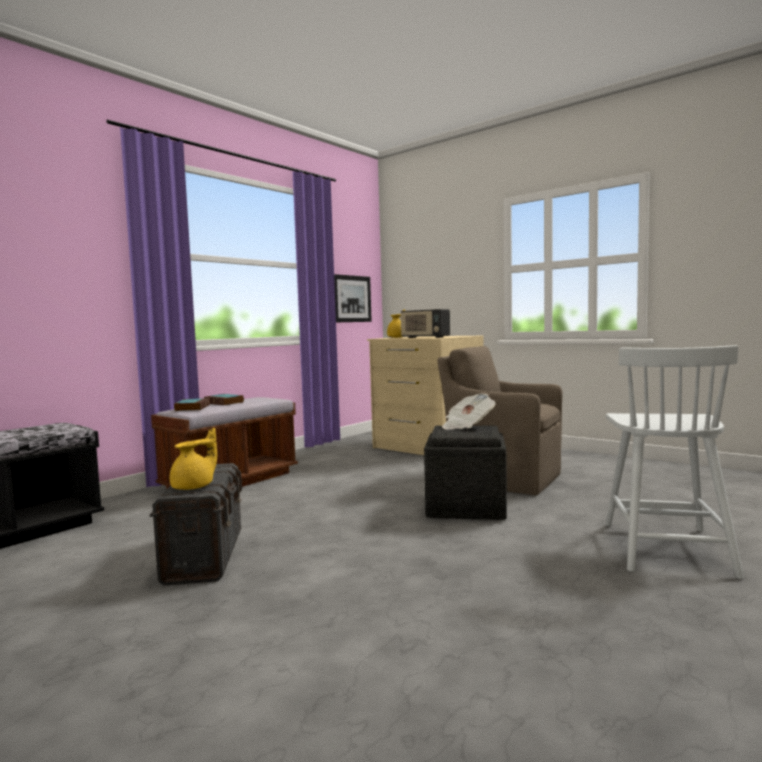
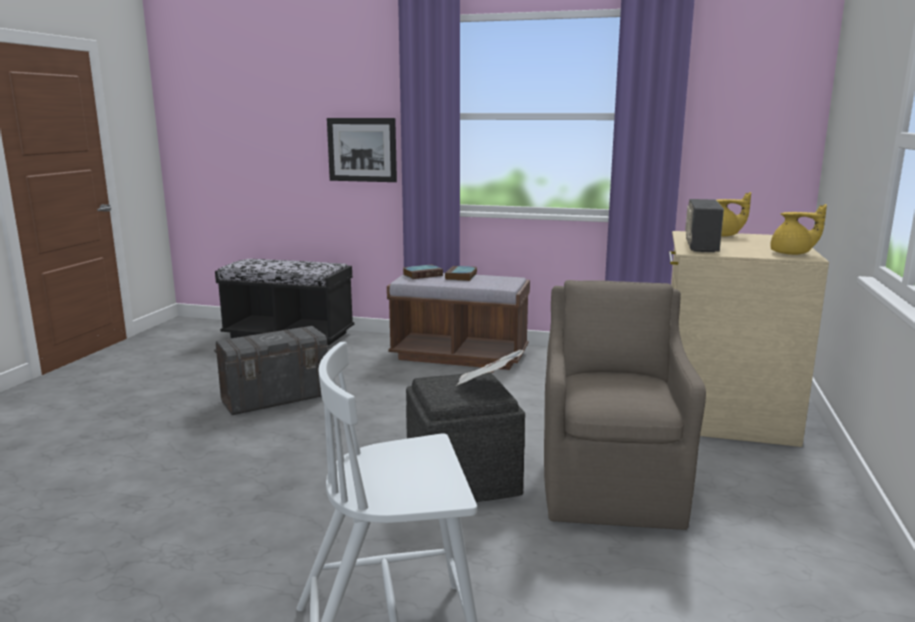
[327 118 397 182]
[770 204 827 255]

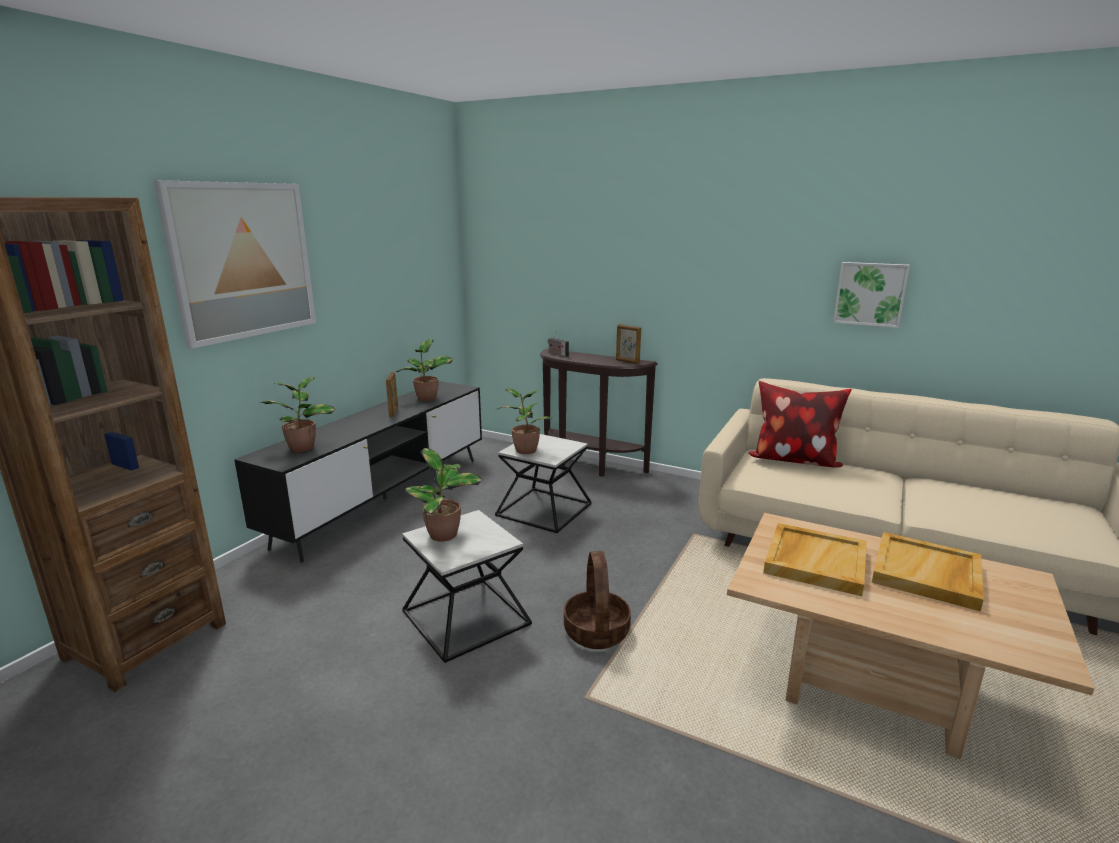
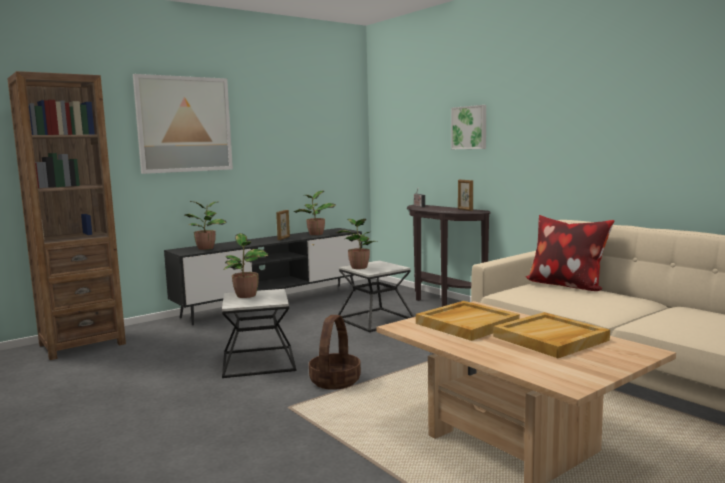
[451 105 486 149]

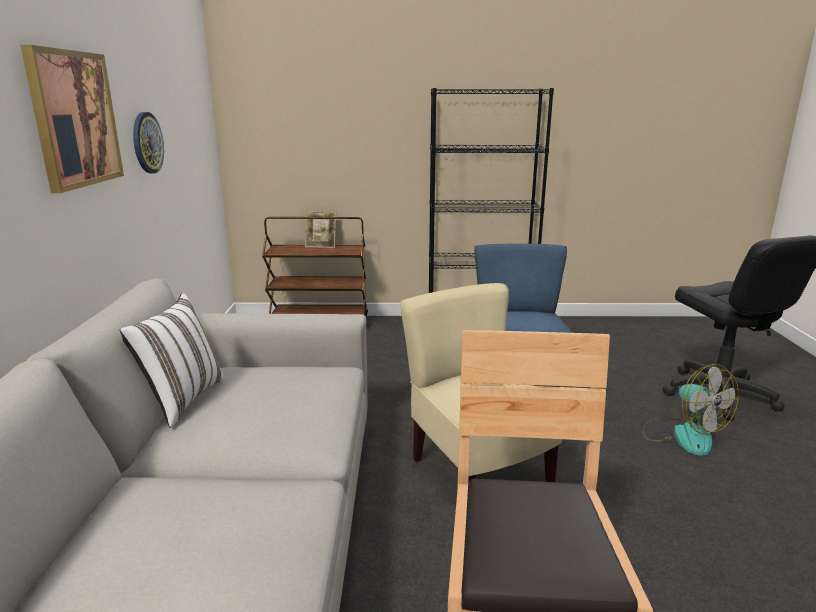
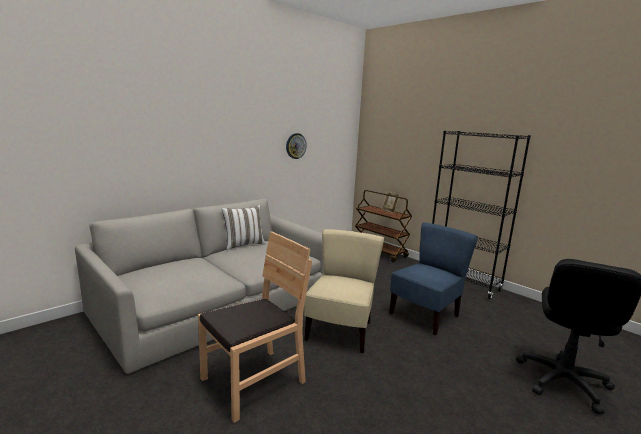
[20 45 124 193] (first image)
[642 364 739 456] (first image)

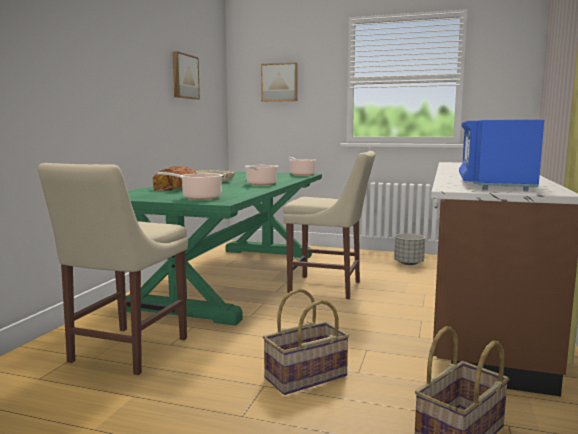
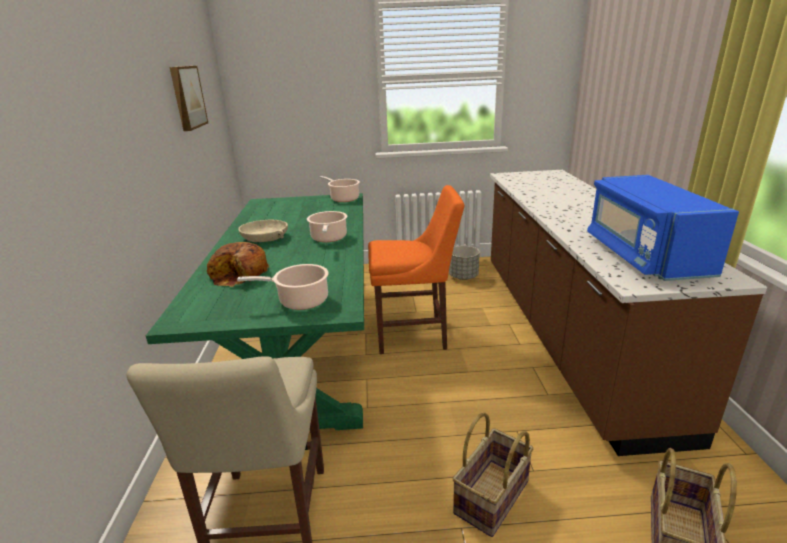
[261 62 298 102] (first image)
[368 185 464 354]

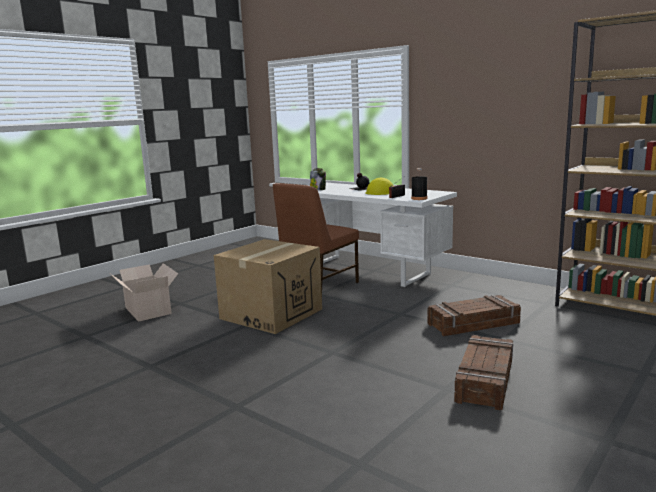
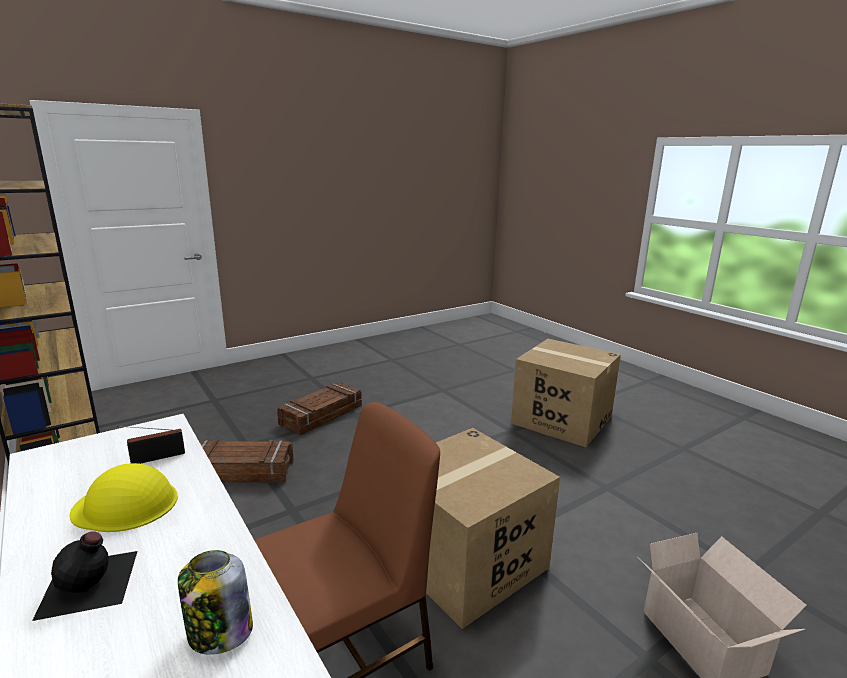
[411 168 427 200] (first image)
[511 339 621 447]

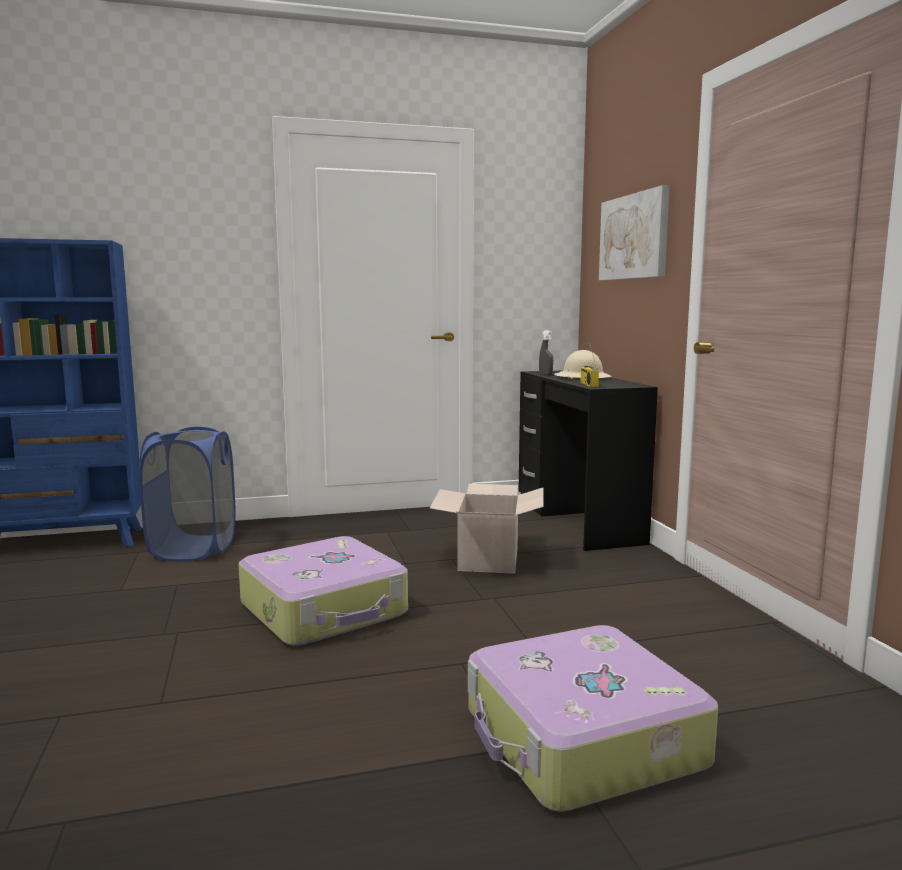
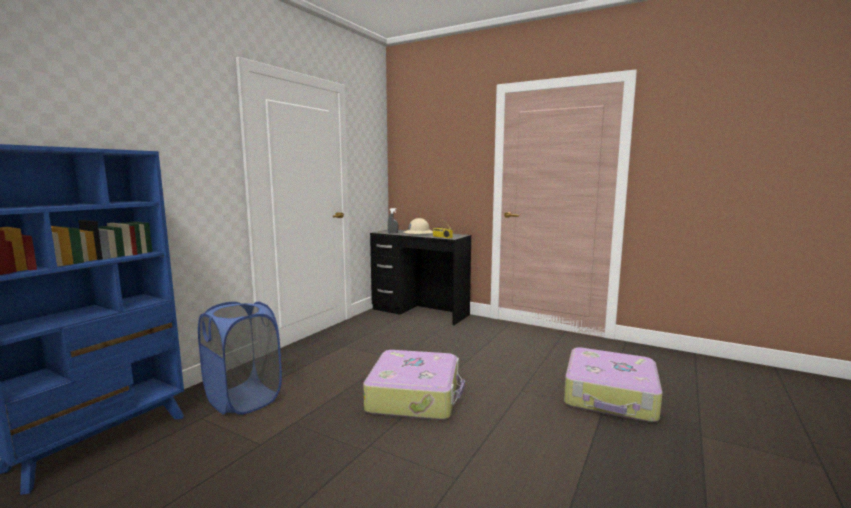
[599 185 670 280] (first image)
[430 484 544 574] (first image)

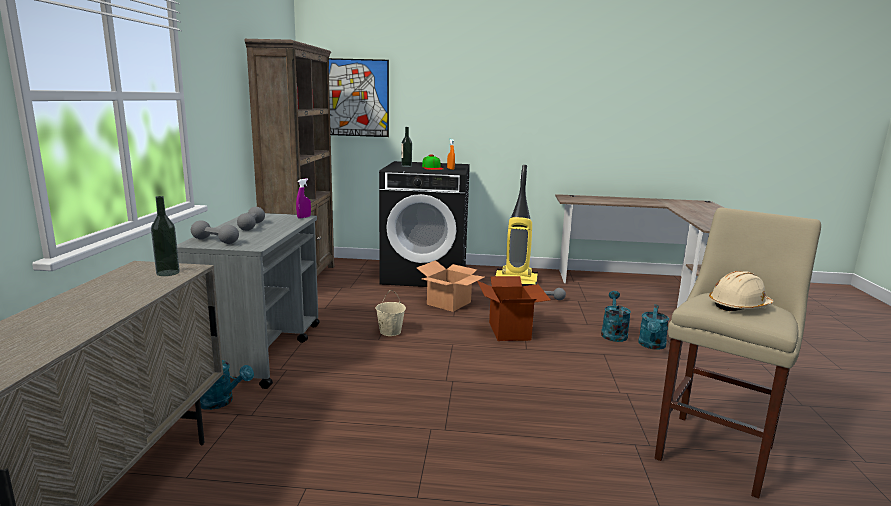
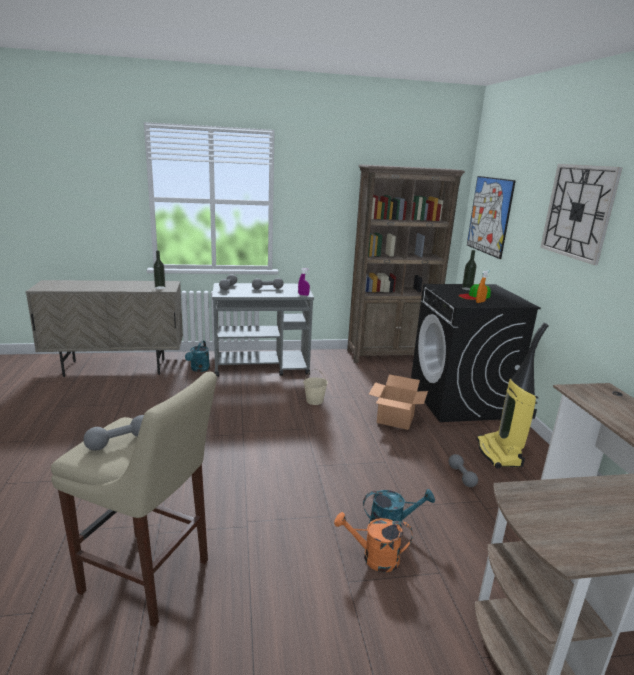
[83 415 144 451]
[477 276 551 341] (first image)
[334 512 413 572]
[540 164 623 265]

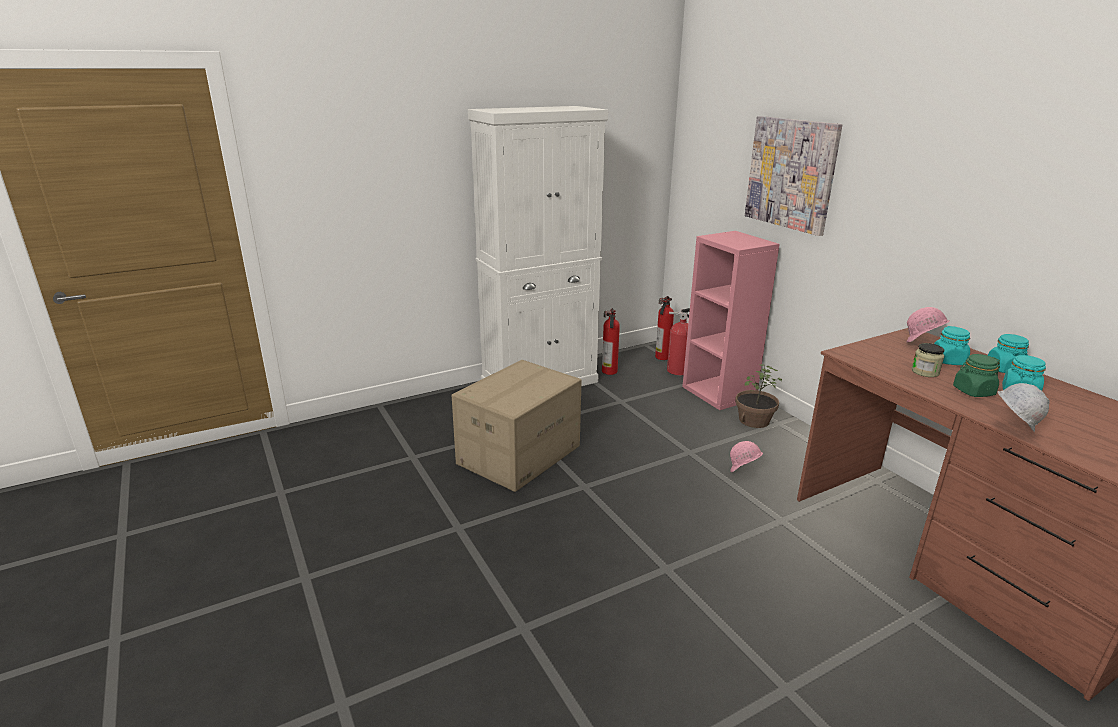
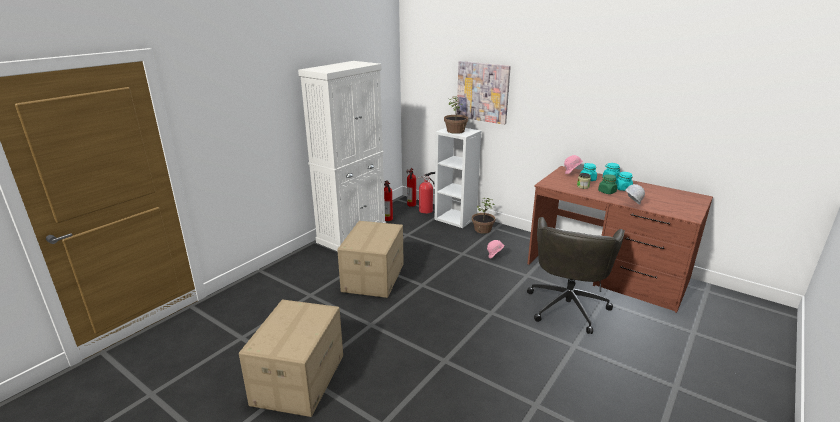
[435 127 481 228]
[444 96 468 134]
[527 217 625 334]
[239 300 343 417]

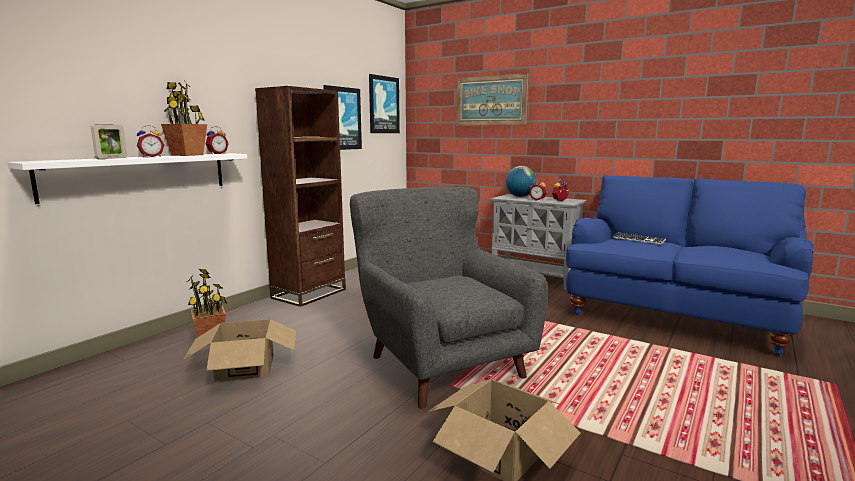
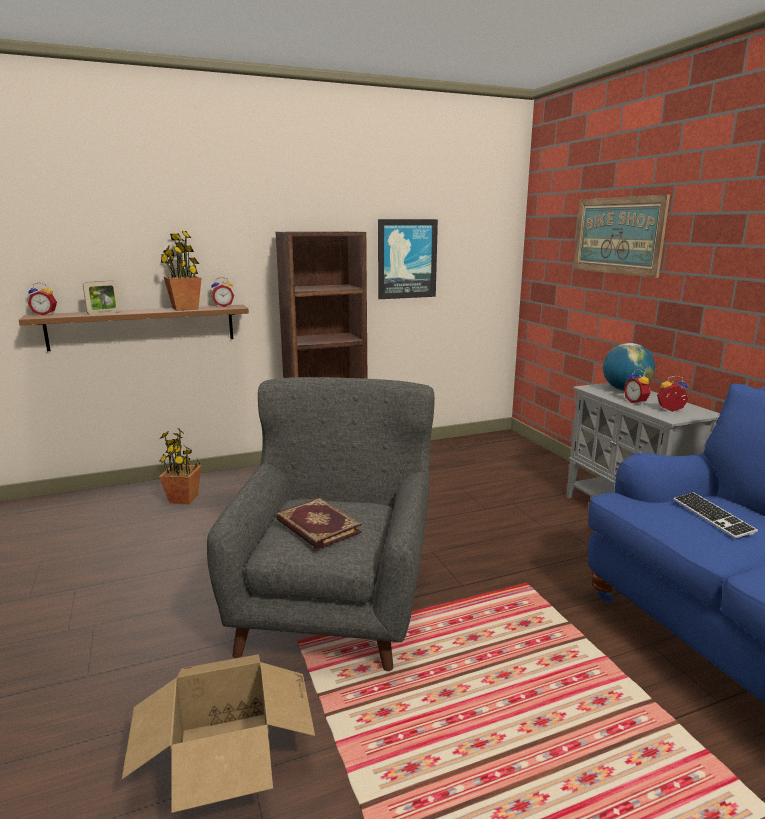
[369 74 400 133] (first image)
[28 282 57 316]
[19 305 249 351]
[183 319 296 382] (first image)
[276 498 362 550]

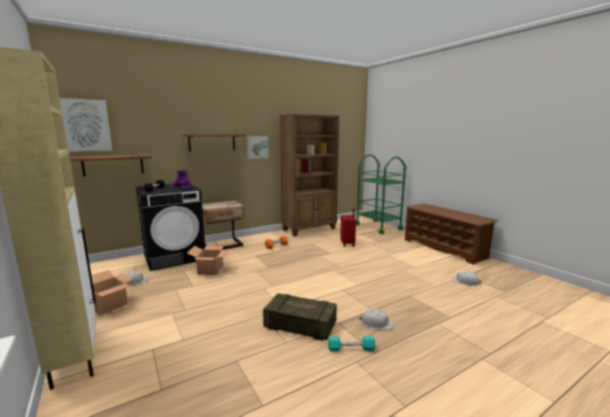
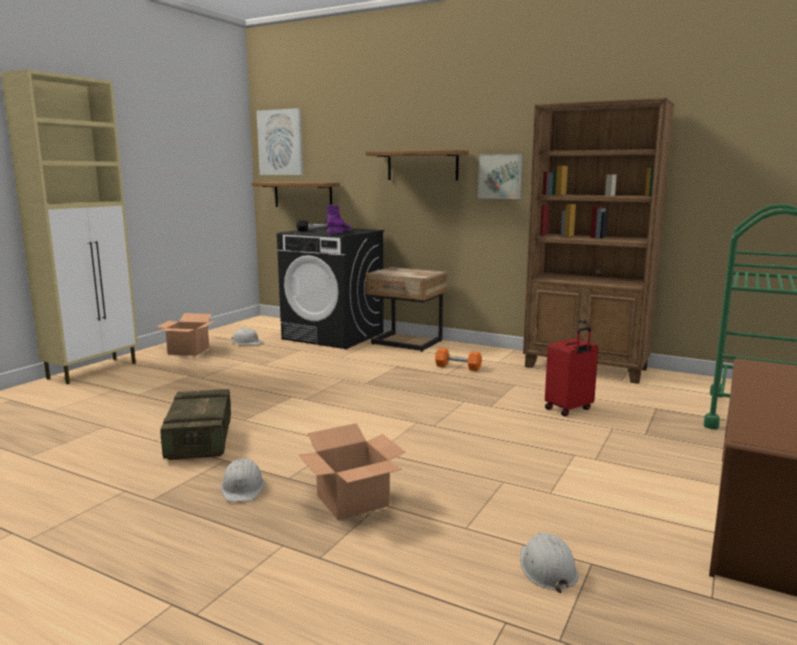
[298 423 405 520]
[328 336 375 351] (first image)

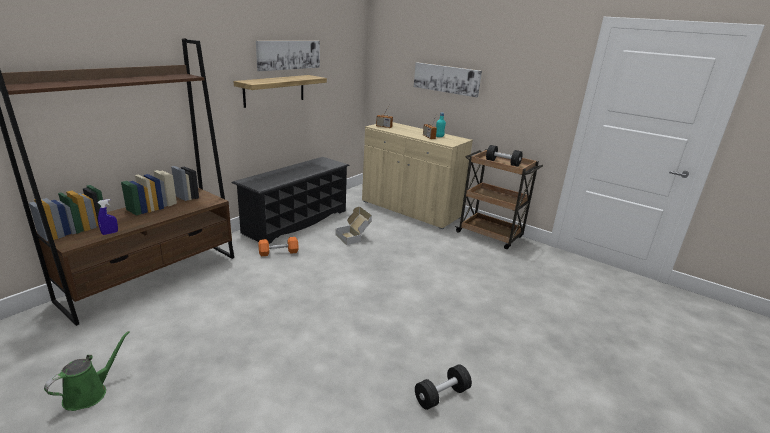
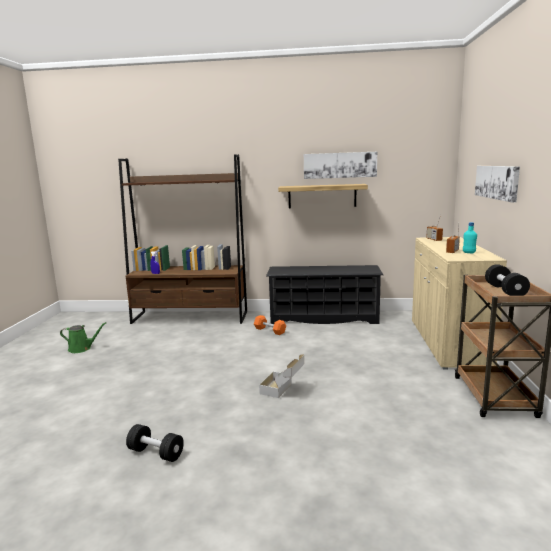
[259 354 304 398]

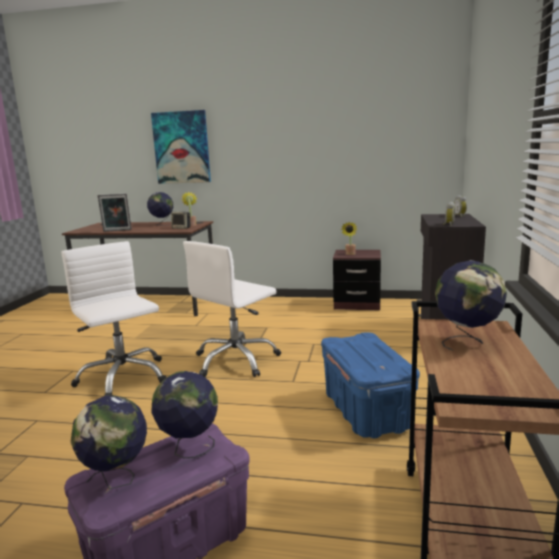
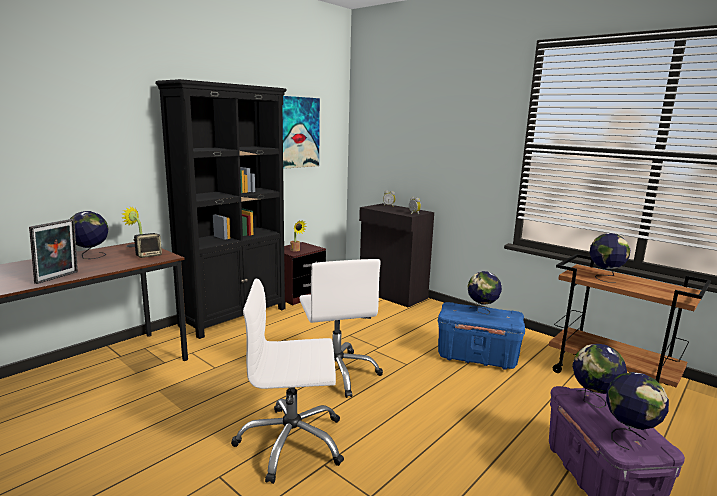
[282 96 320 169]
[155 79 287 339]
[468 271 502 315]

